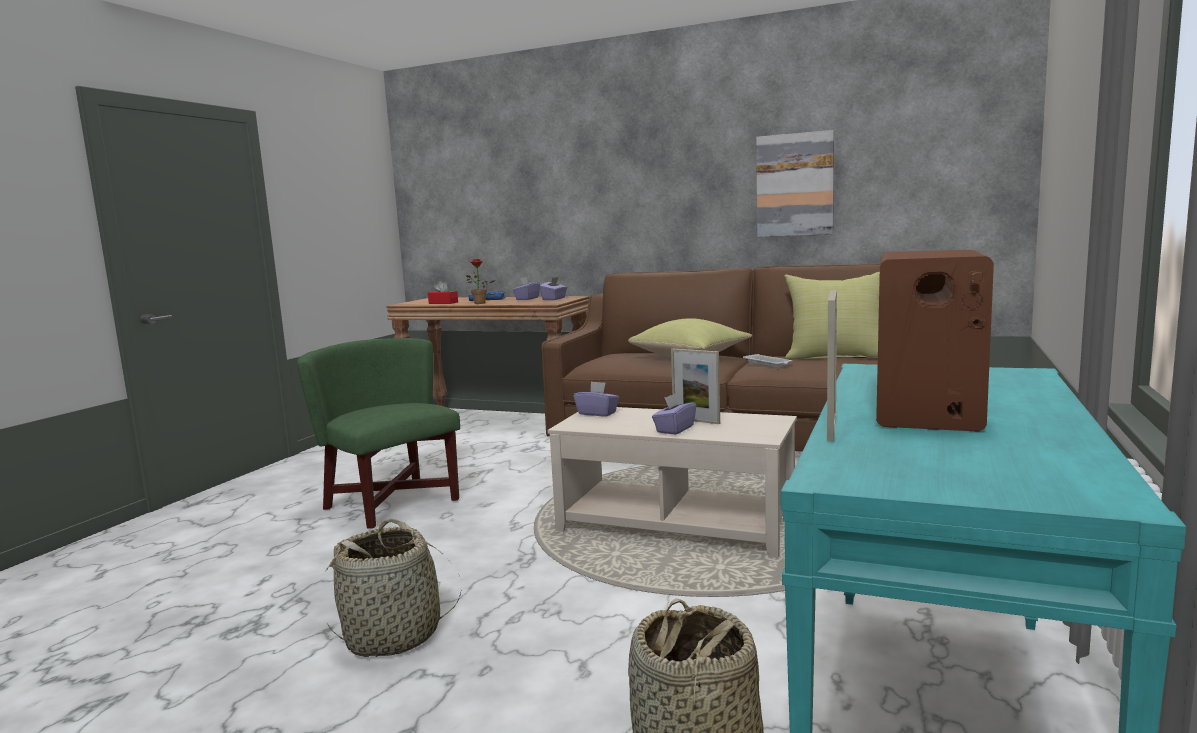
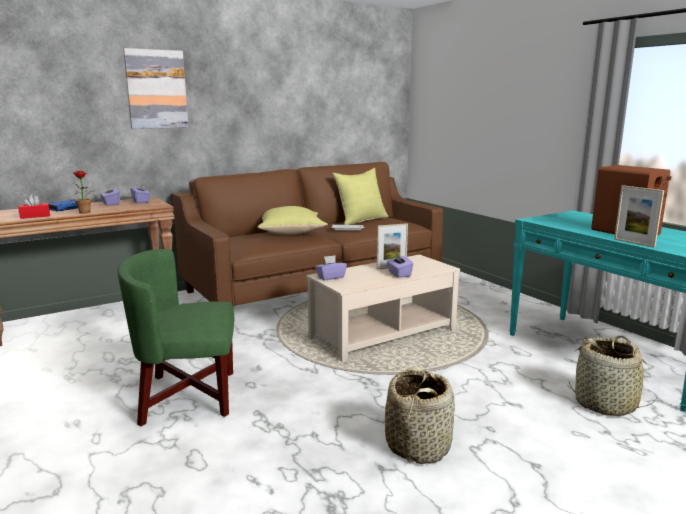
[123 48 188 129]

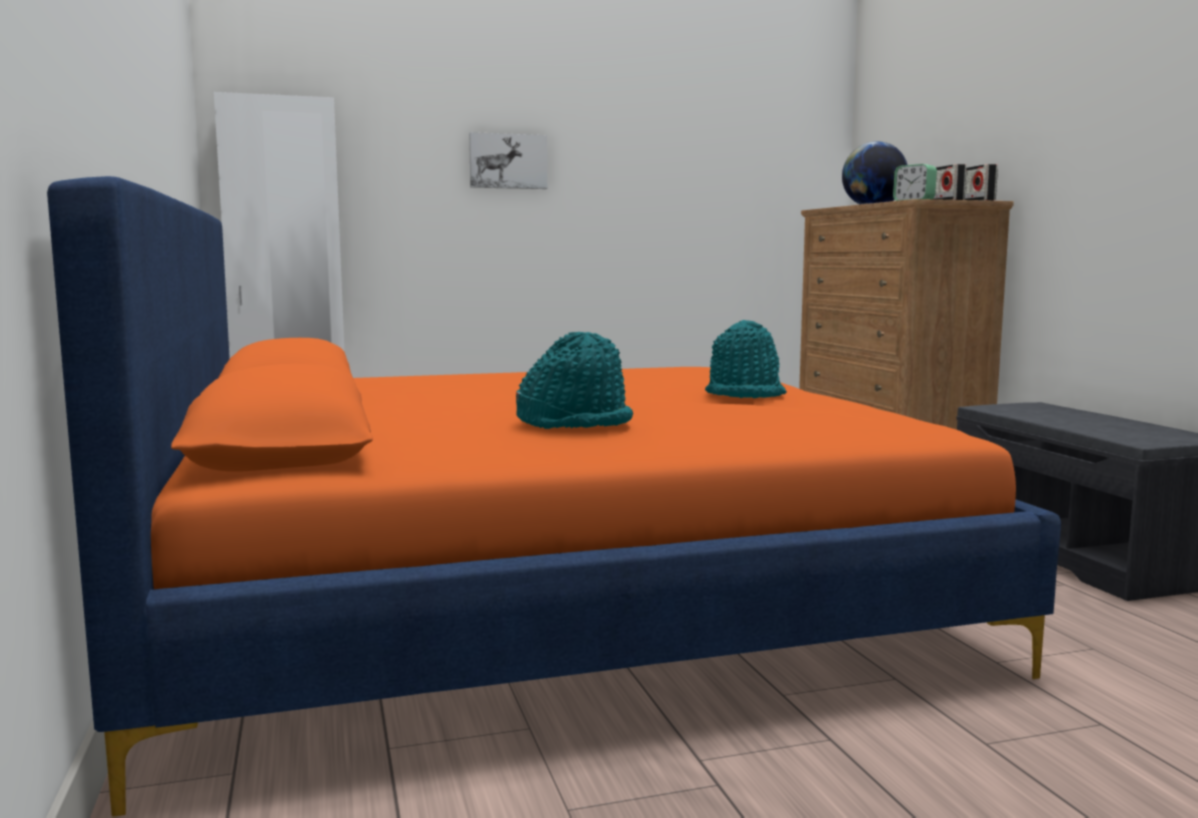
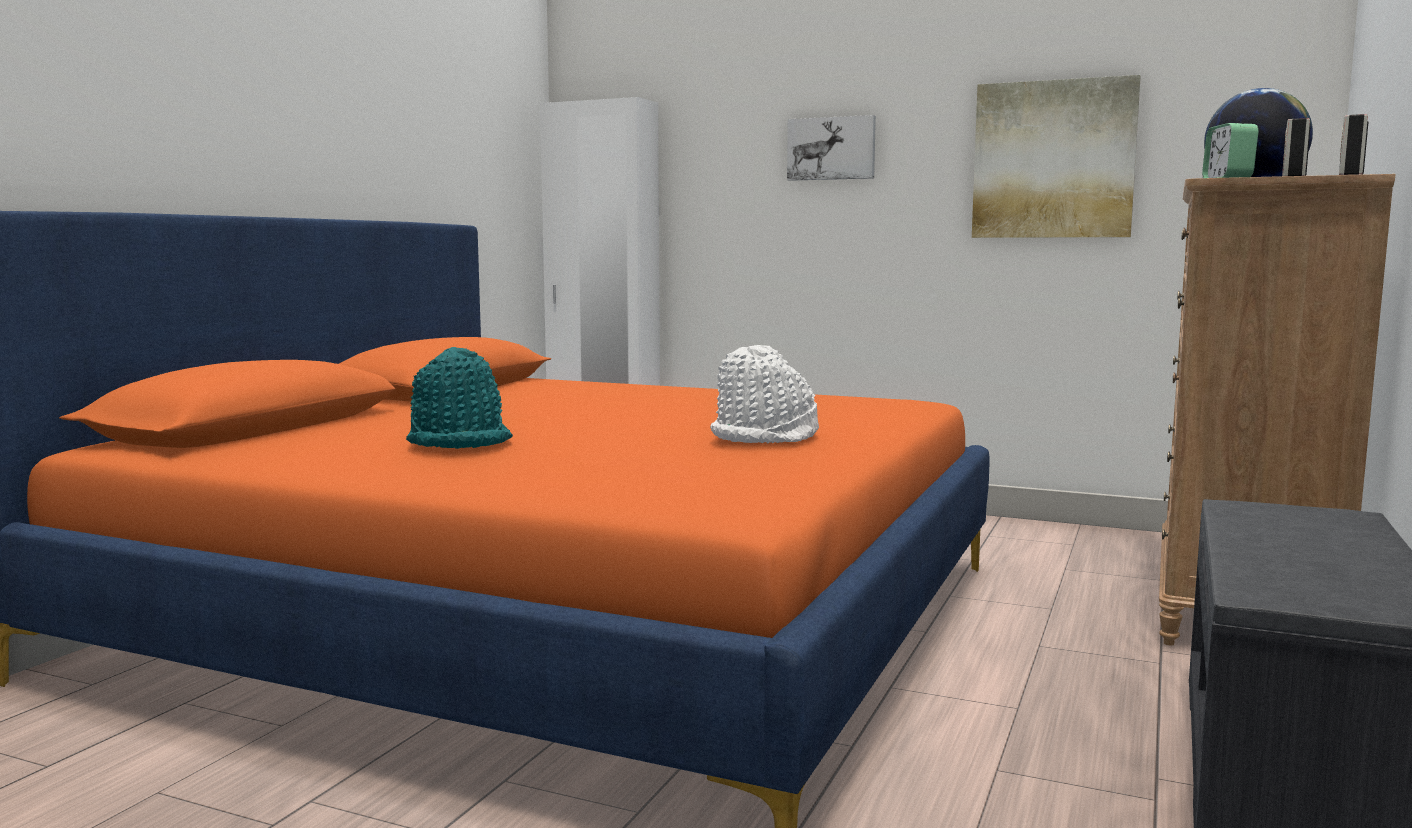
[710 345 819 443]
[972 75 1141 238]

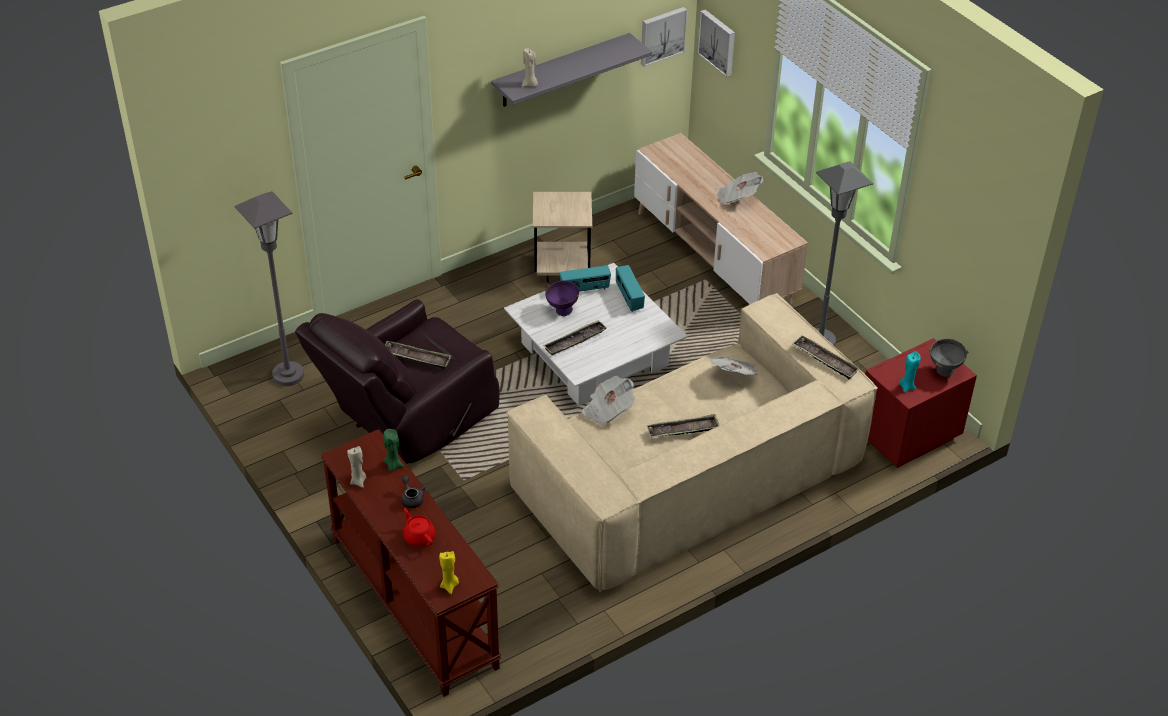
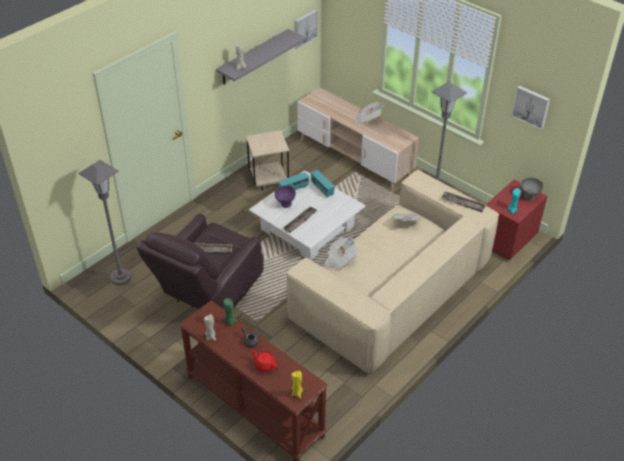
[511 86 550 130]
[647 414 720 438] (first image)

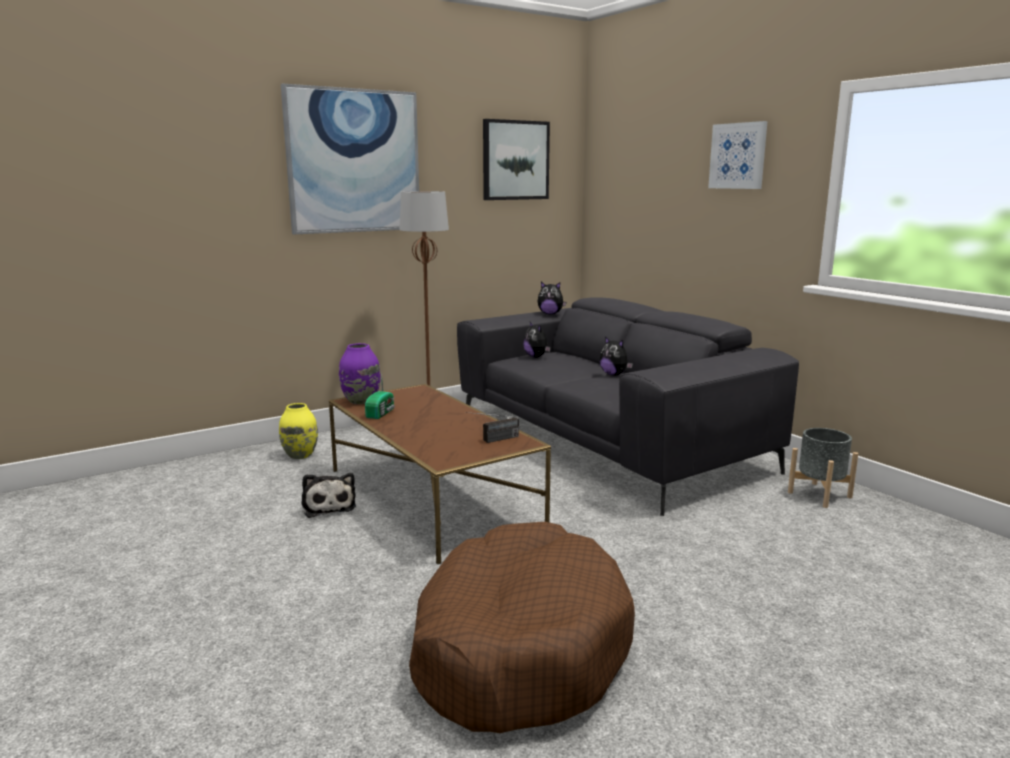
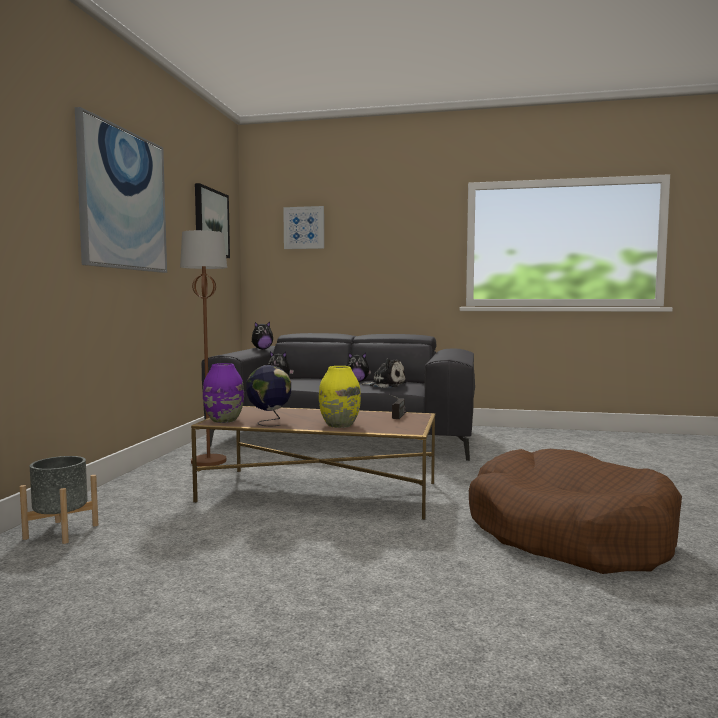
[283 206 324 249]
[246 365 291 427]
[319 366 361 428]
[20 456 98 544]
[361 359 406 388]

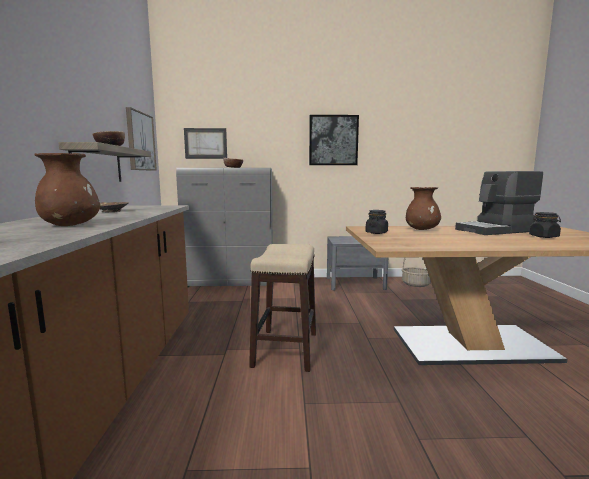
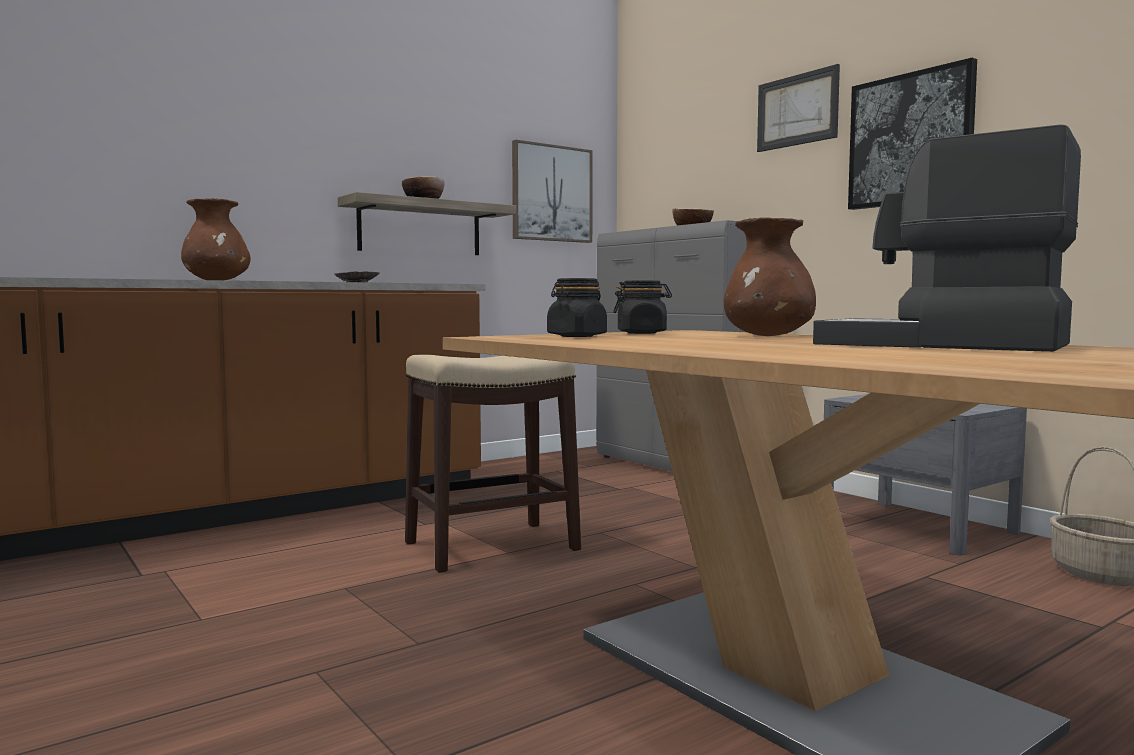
[757 64 840 152]
[547 278 607 337]

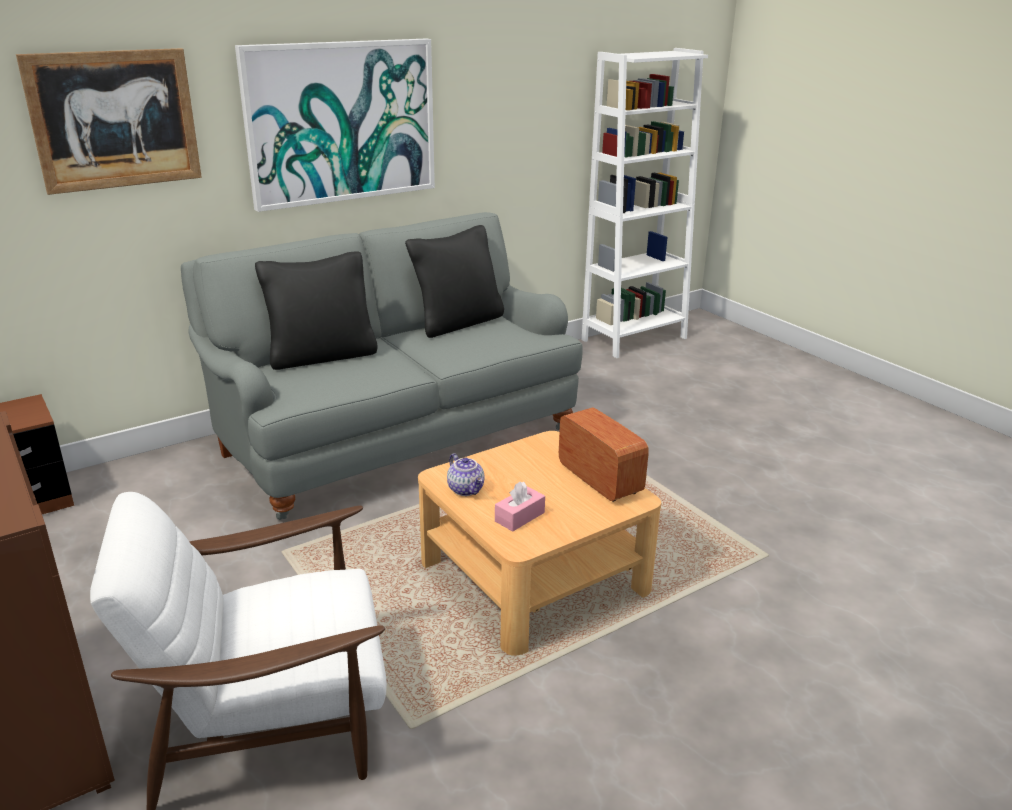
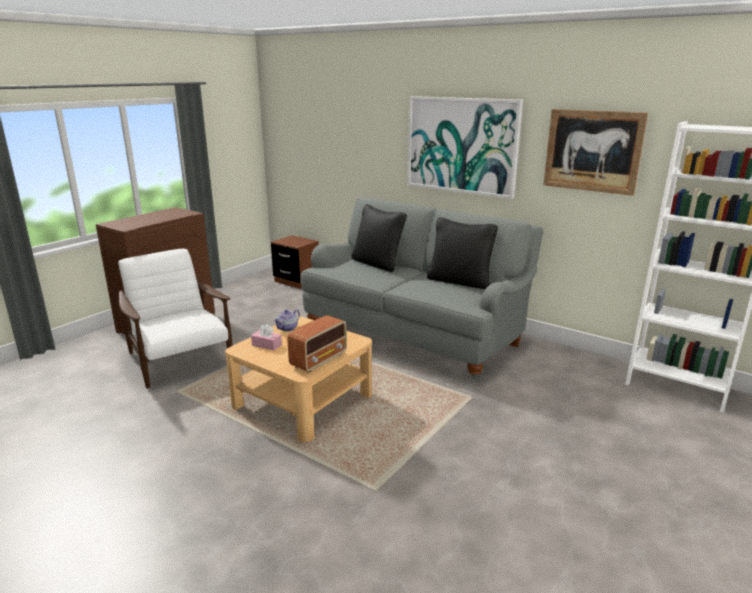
[544 109 648 196]

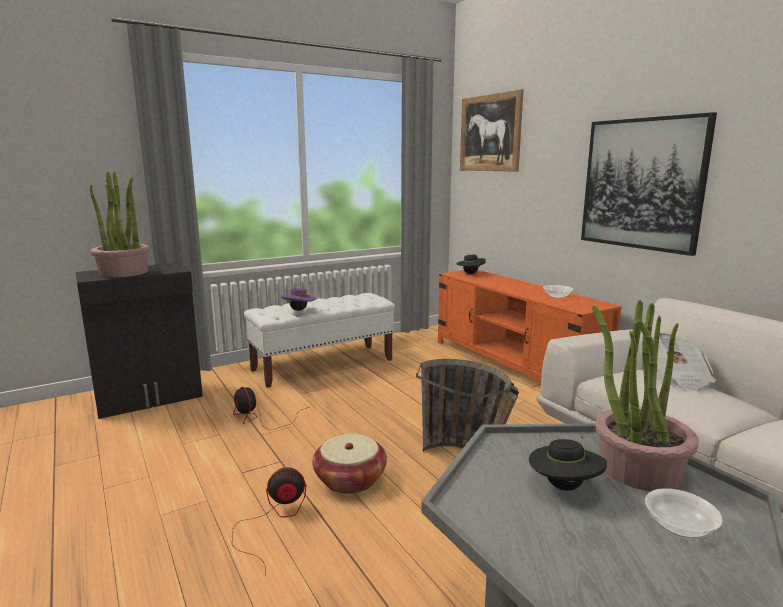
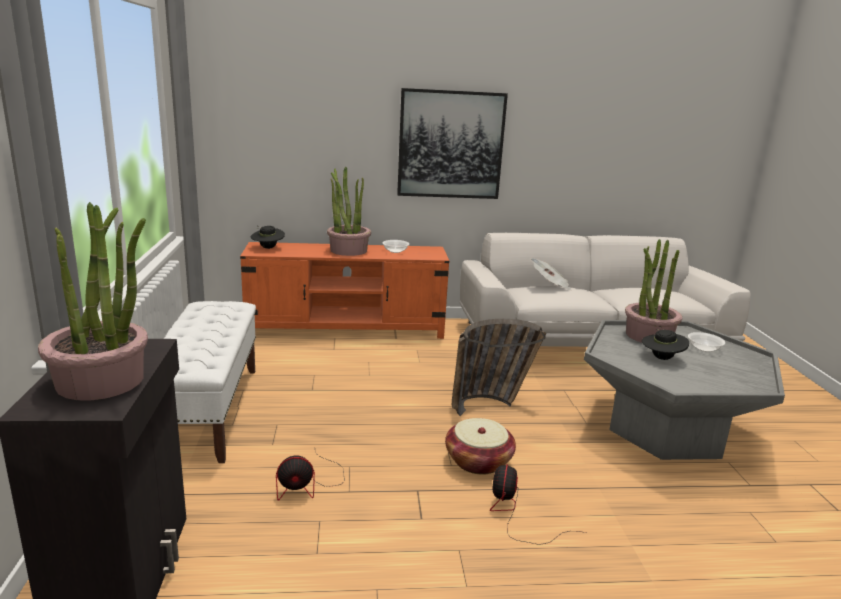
[460 89 524 171] (first image)
[281 288 316 311] (first image)
[327 167 371 256]

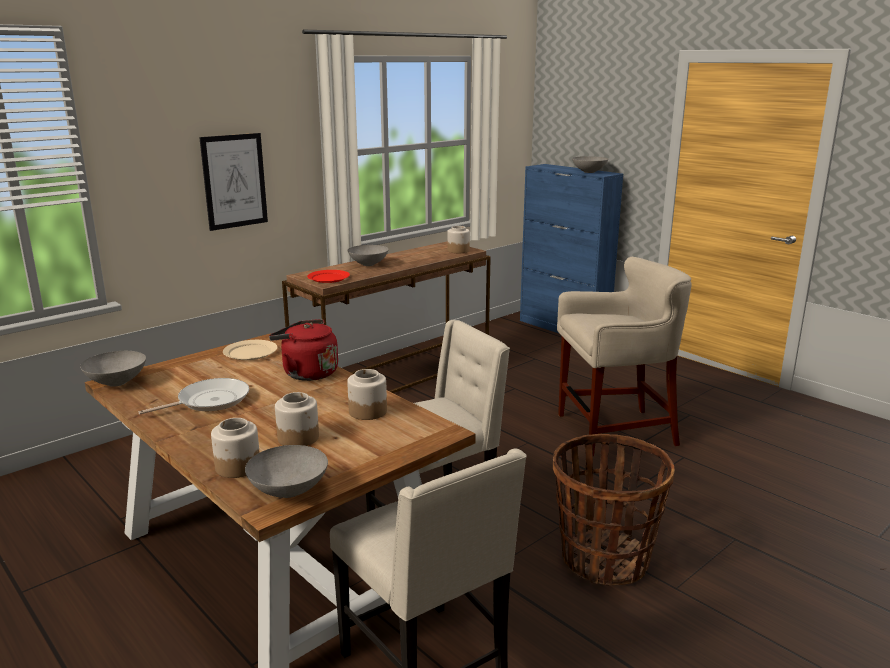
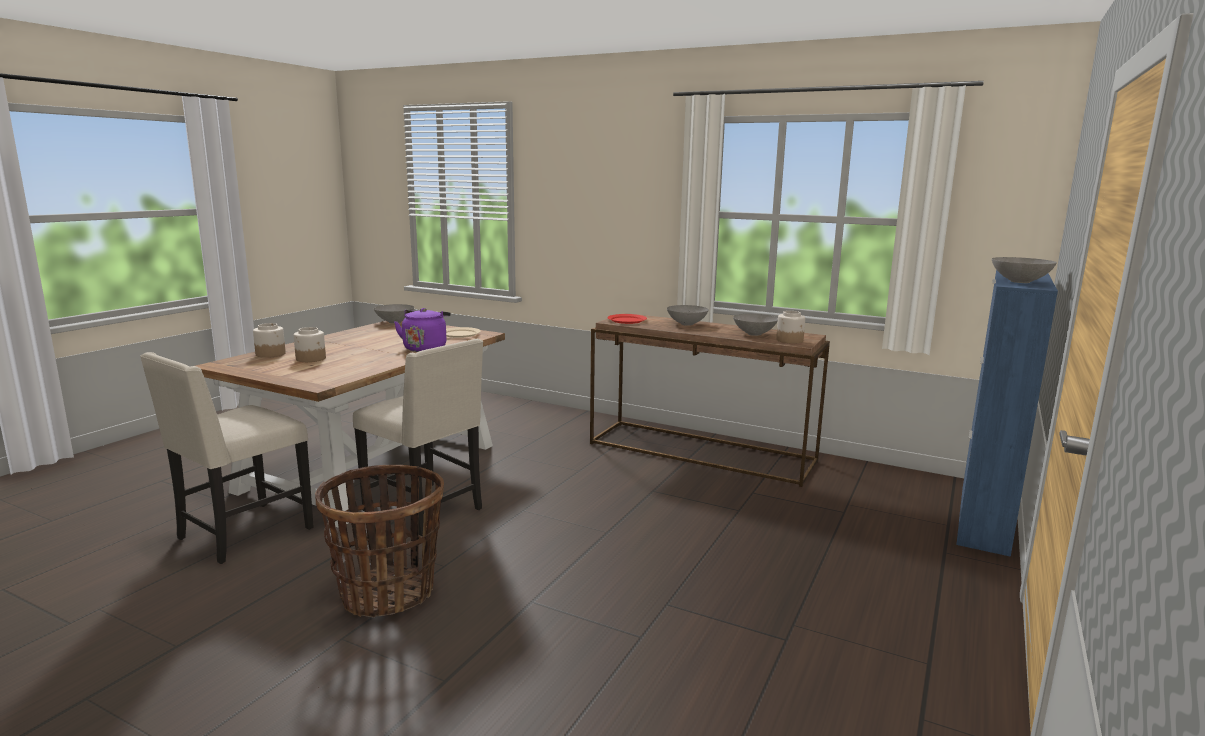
[199 133 268 231] (first image)
[557 257 692 457] (first image)
[394 308 451 352]
[347 369 387 420] (first image)
[139 378 249 414] (first image)
[733 314 778 336]

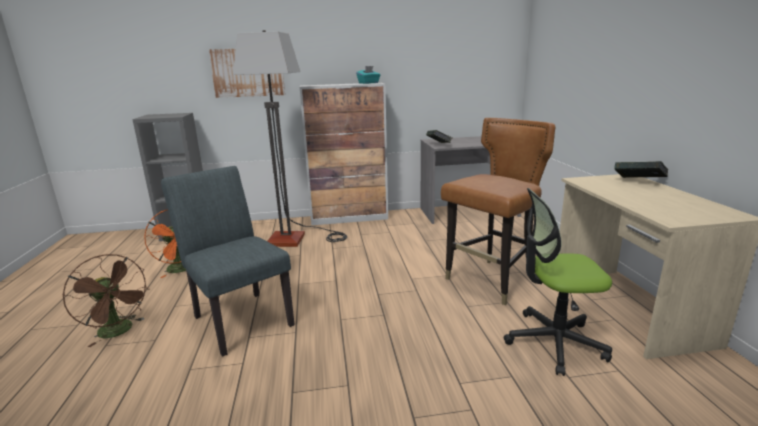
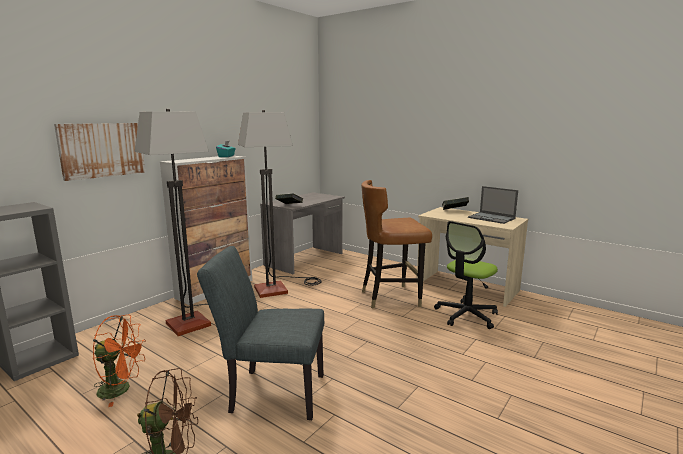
[361 180 432 309]
[238 110 322 298]
[468 186 518 224]

